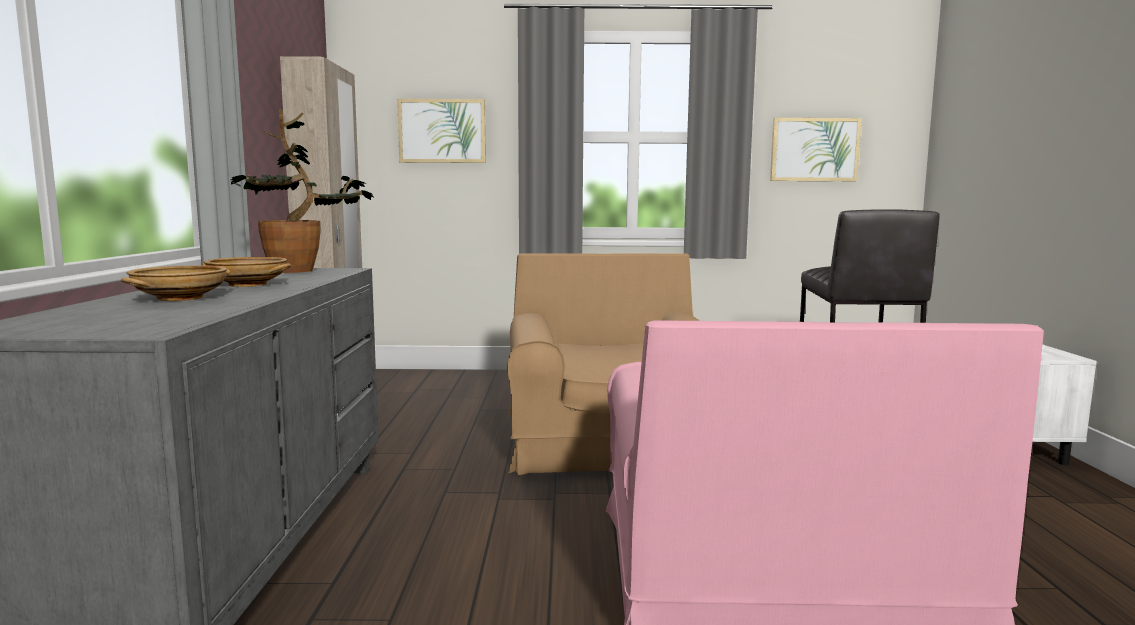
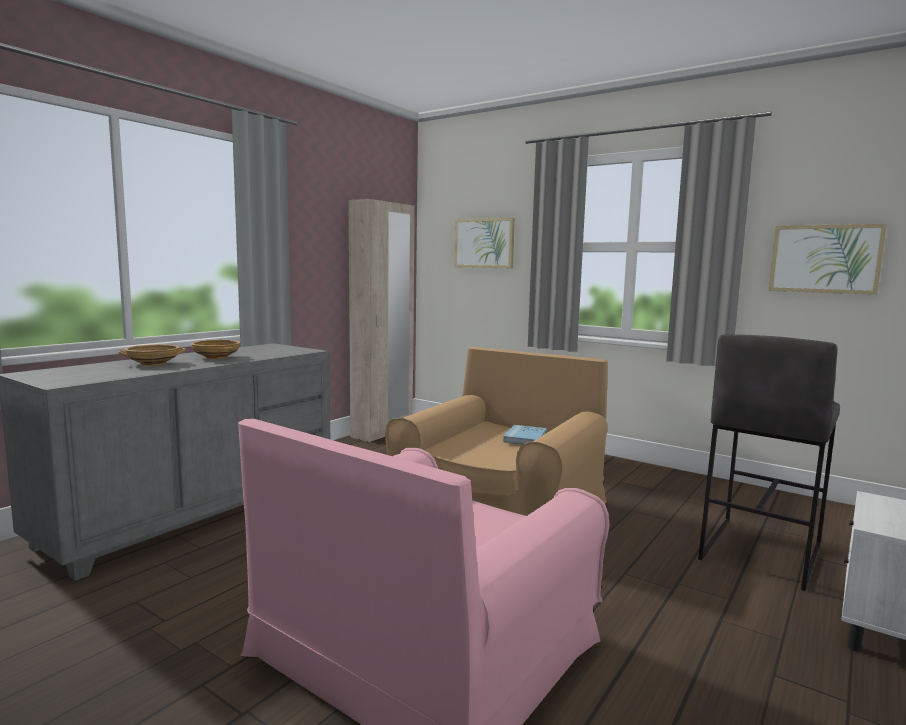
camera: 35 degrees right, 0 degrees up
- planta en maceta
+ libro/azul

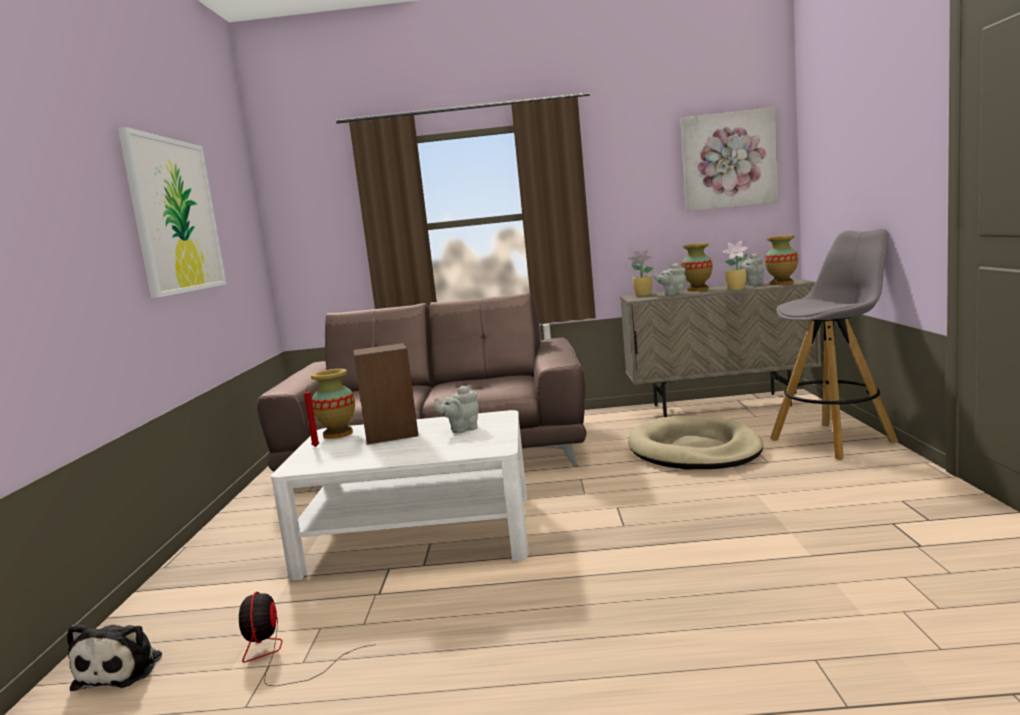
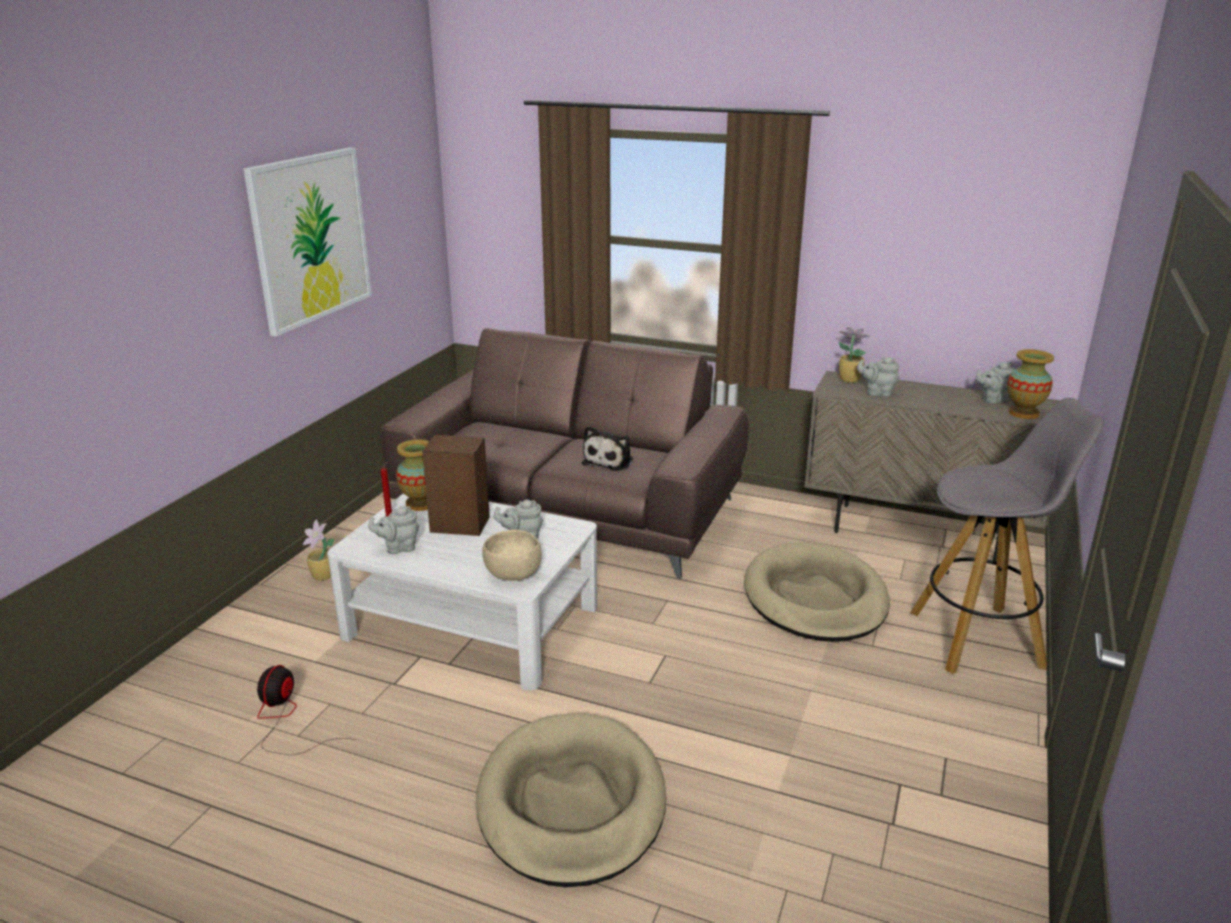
camera: 20 degrees right, 15 degrees up
- cuadro (2nd from left)
~ planta en maceta (2nd from left in the first image) to planta en maceta (1st from left)
- florero (2nd from left)
~ peluche
+ tetera/gris (1st from left)
+ cuenco/beis
+ cama para perro/beis (1st from left)

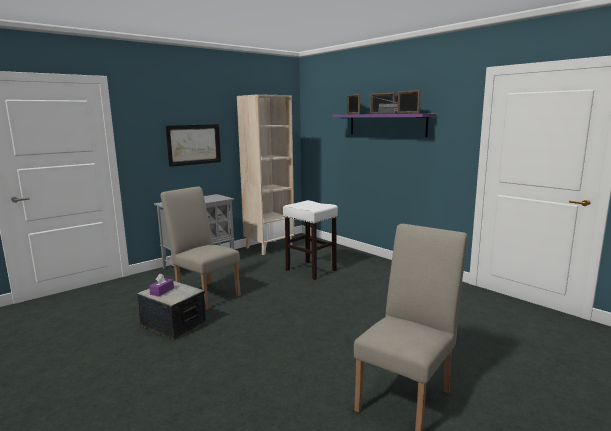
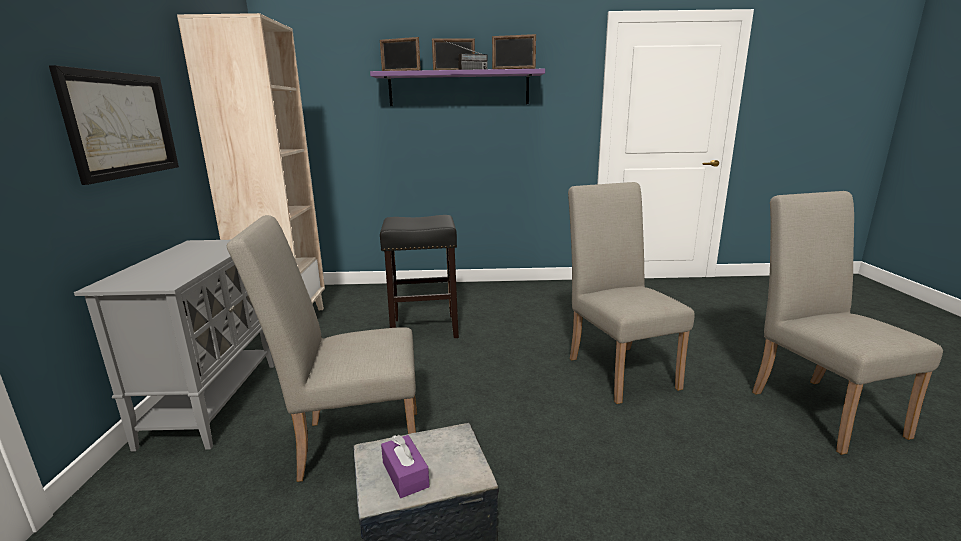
camera: 50 degrees left, 5 degrees up
~ taburete/blanco to taburete/negro
+ silla/beis (2nd from left)

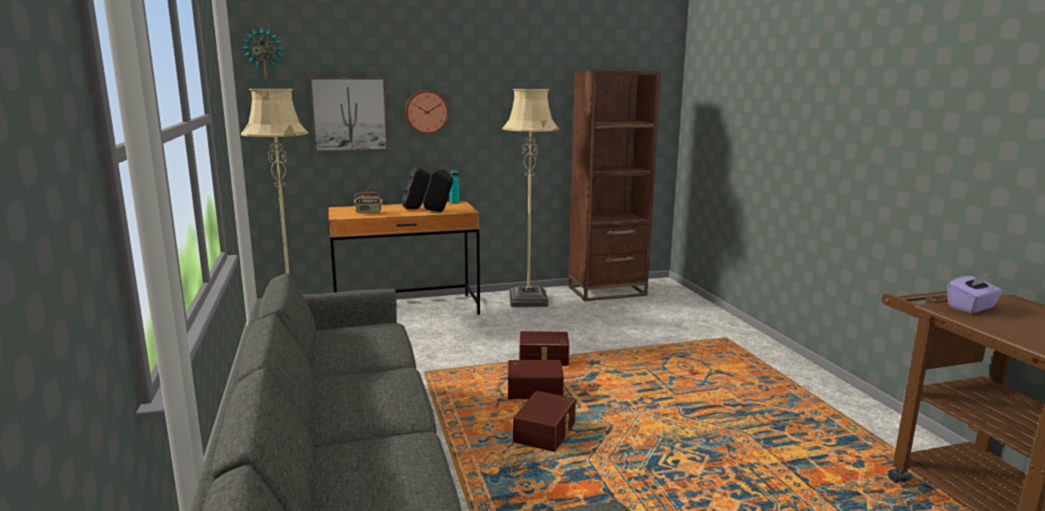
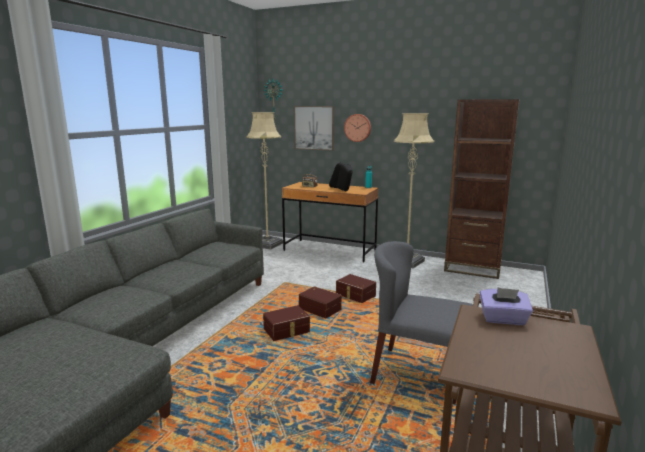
camera: 40 degrees right, 0 degrees up
+ silla/gris

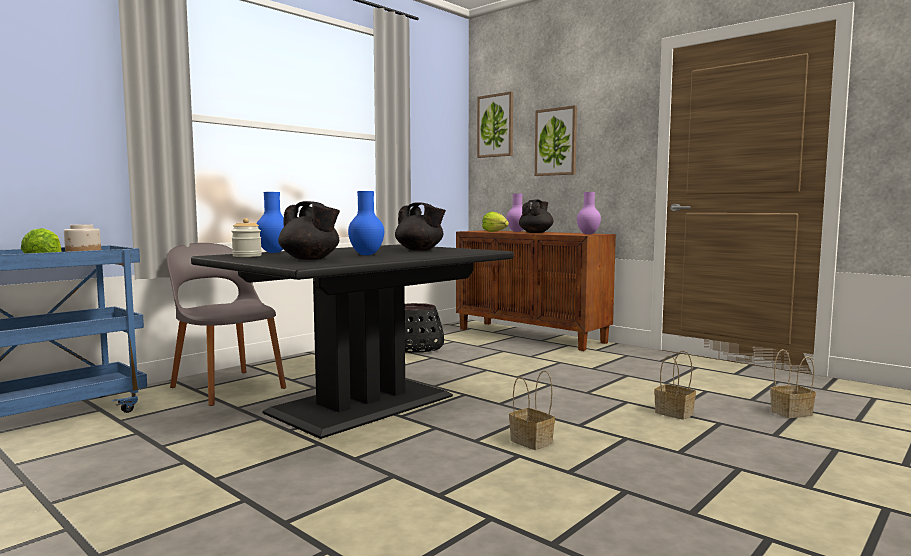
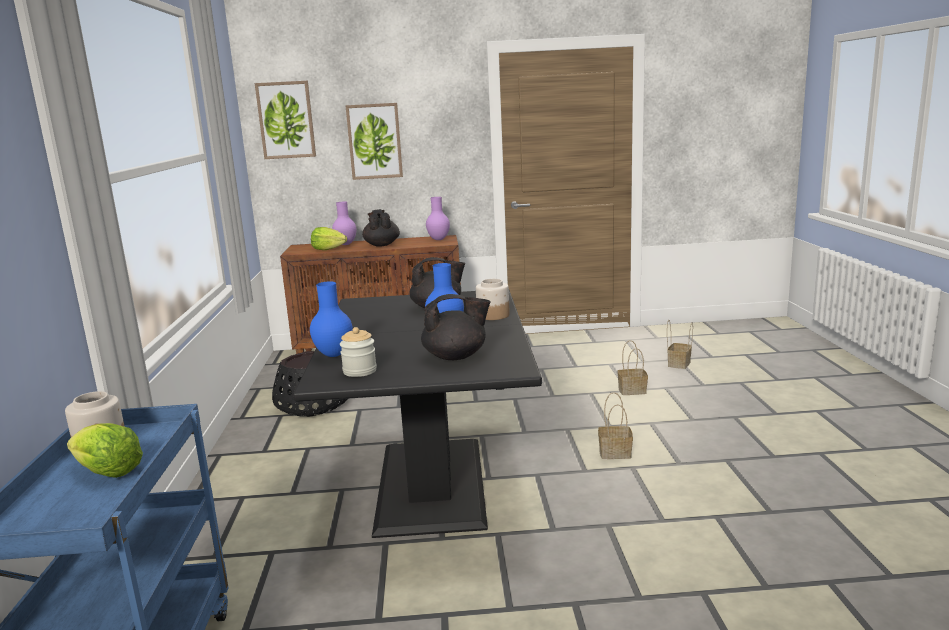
camera: 45 degrees left, 10 degrees up
- silla/gris
+ tarro (3rd from left)

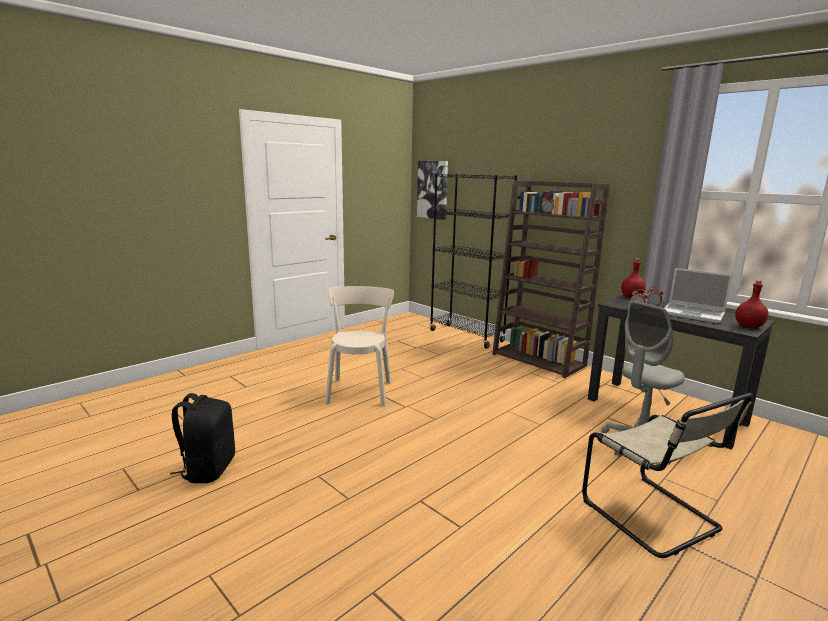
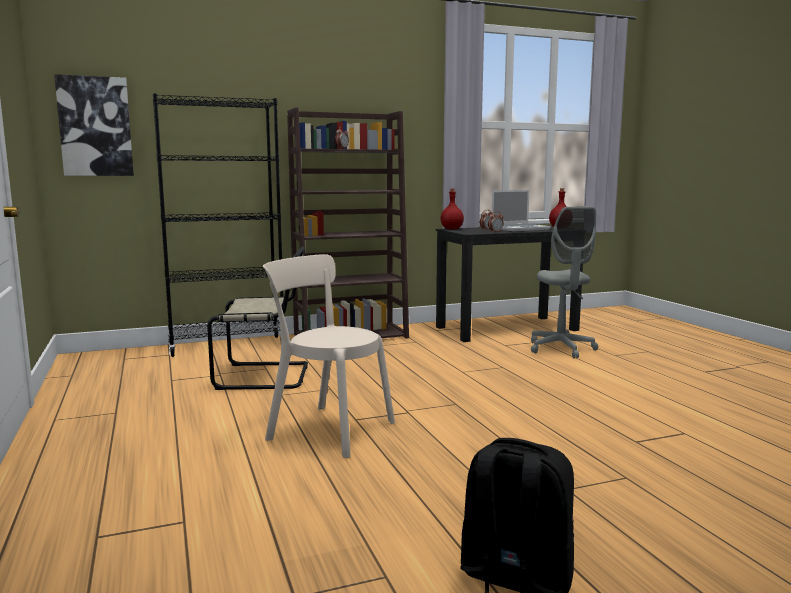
camera: 65 degrees left, 5 degrees down
~ silla/beis (2nd from left in the first image) to silla/beis (1st from left)

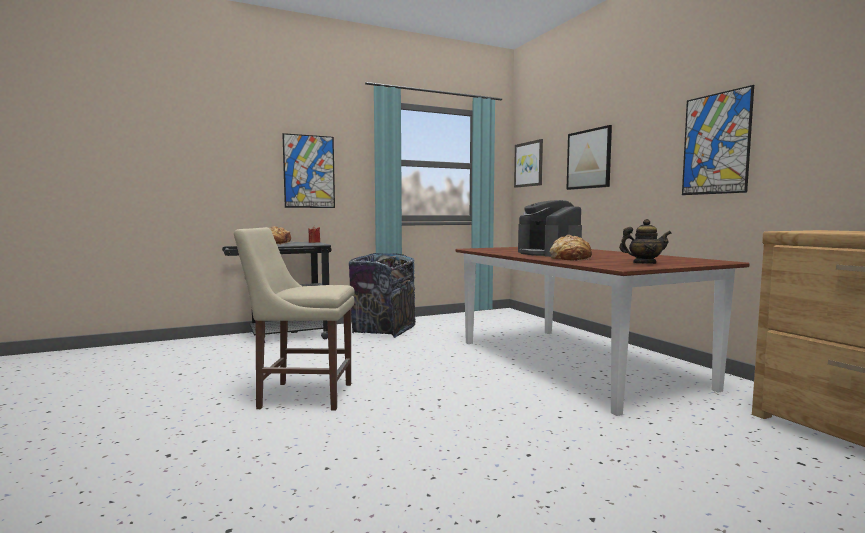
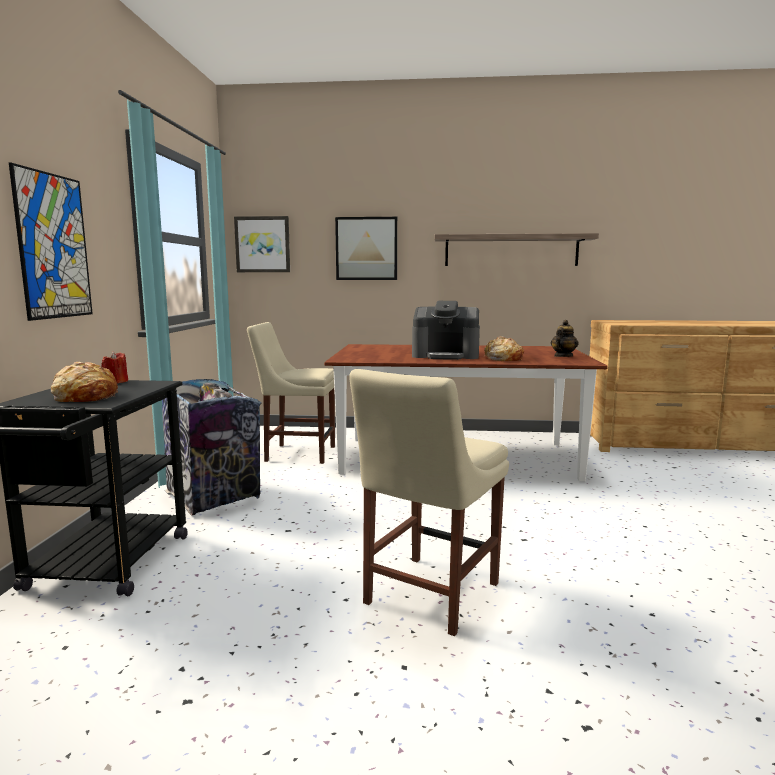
camera: 60 degrees left, 5 degrees up
~ cuadro (4th from left) to estante
+ silla/beis (1st from left)

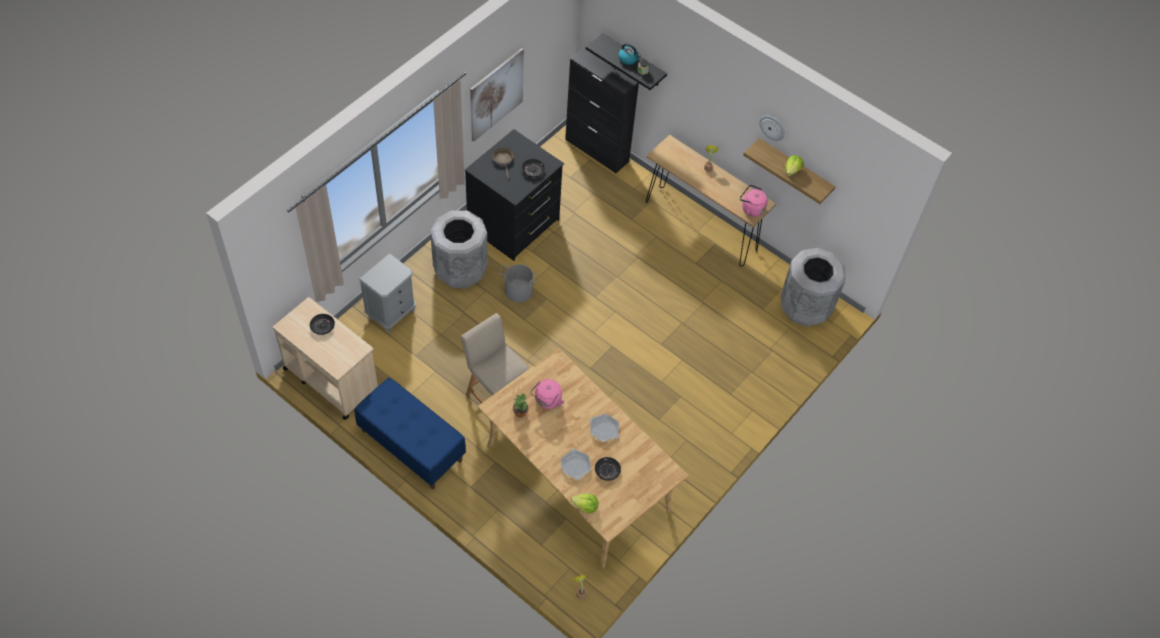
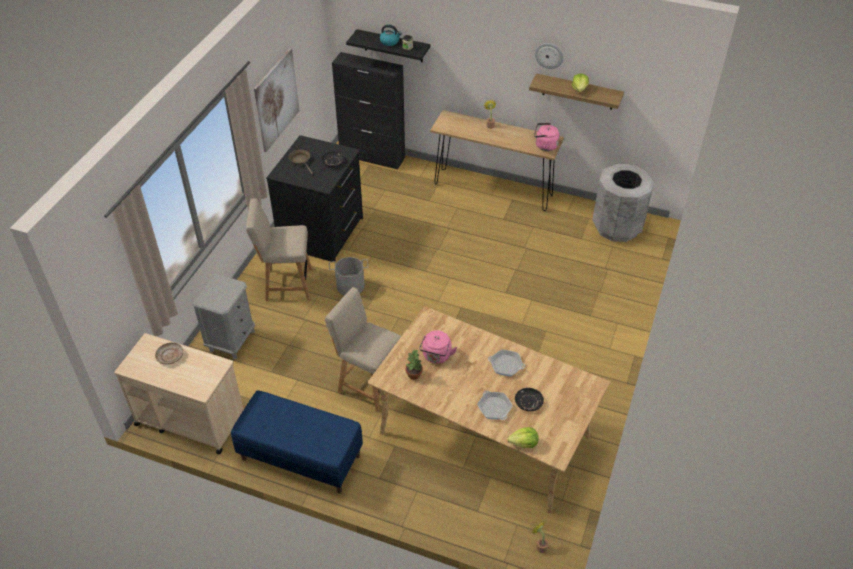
camera: 15 degrees left, 10 degrees down
~ papelera/gris (1st from left) to silla/beis (1st from left)
~ plato/negro (1st from left) to plato/beis

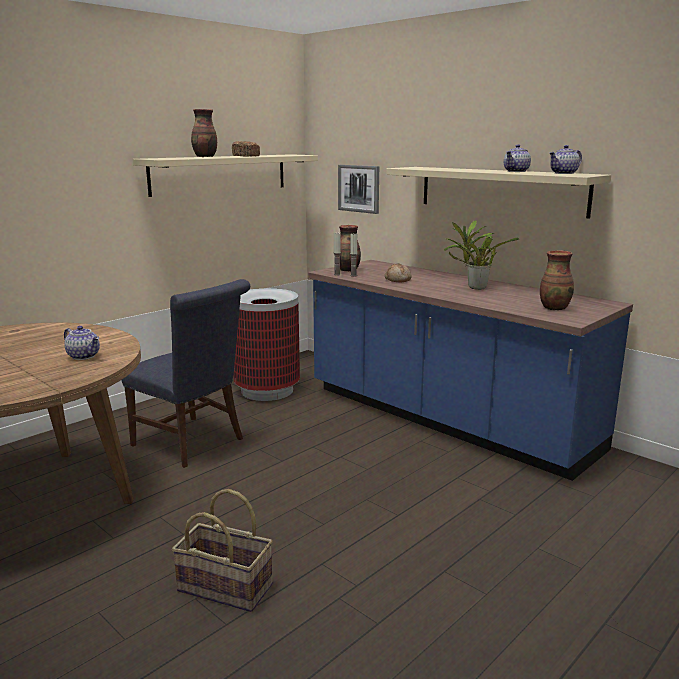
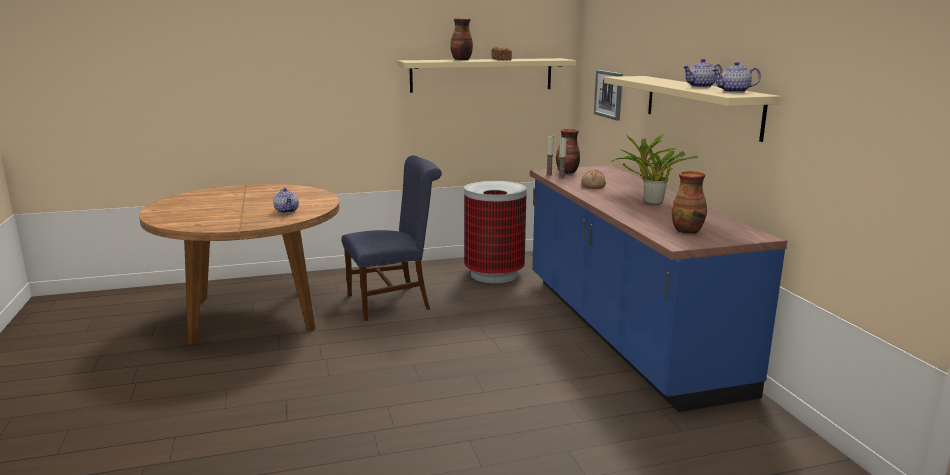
camera: 30 degrees right, 0 degrees up
~ silla/azul 90 degrees counterclockwise
- cesta

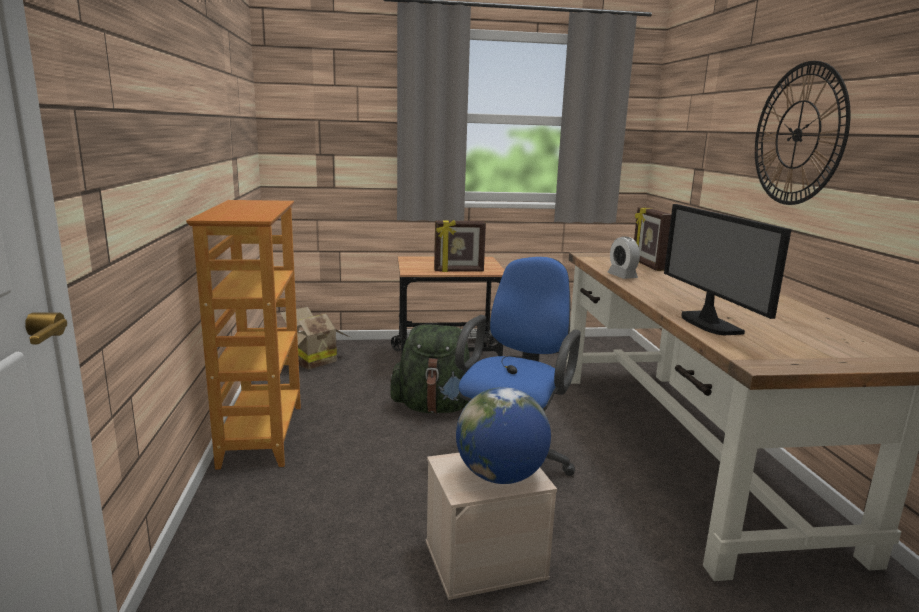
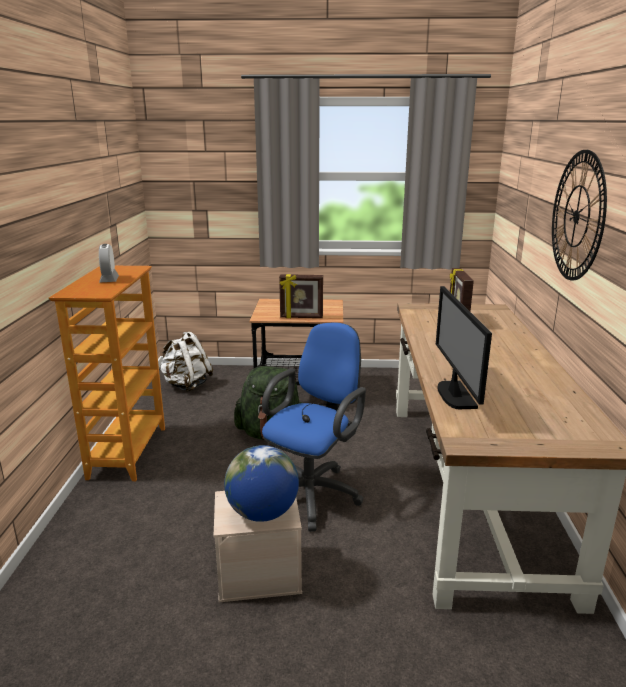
camera: 10 degrees right, 5 degrees up
~ despertador
~ caja de cartón to mochila/blanco

